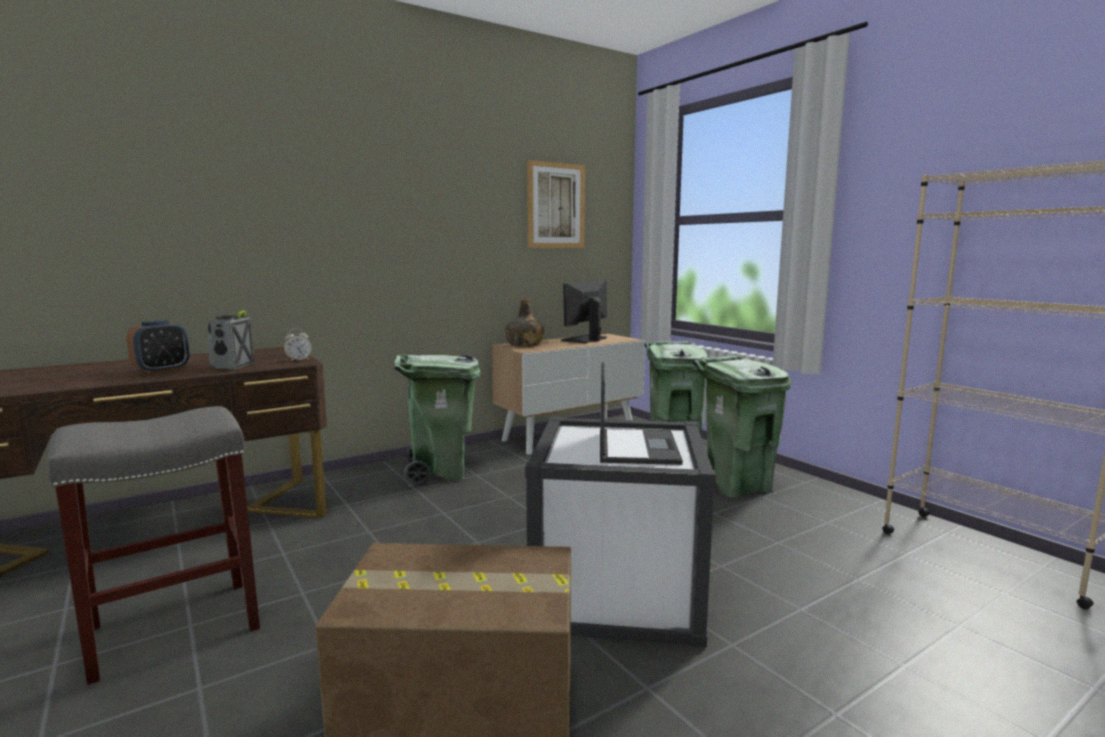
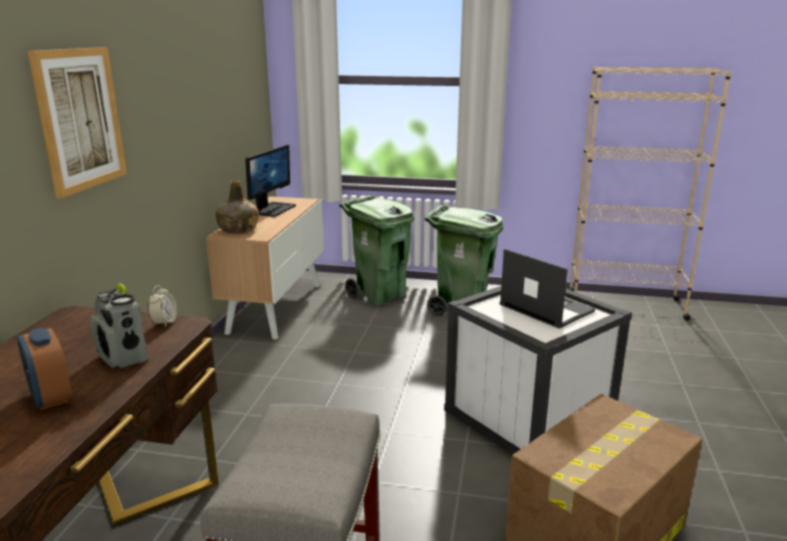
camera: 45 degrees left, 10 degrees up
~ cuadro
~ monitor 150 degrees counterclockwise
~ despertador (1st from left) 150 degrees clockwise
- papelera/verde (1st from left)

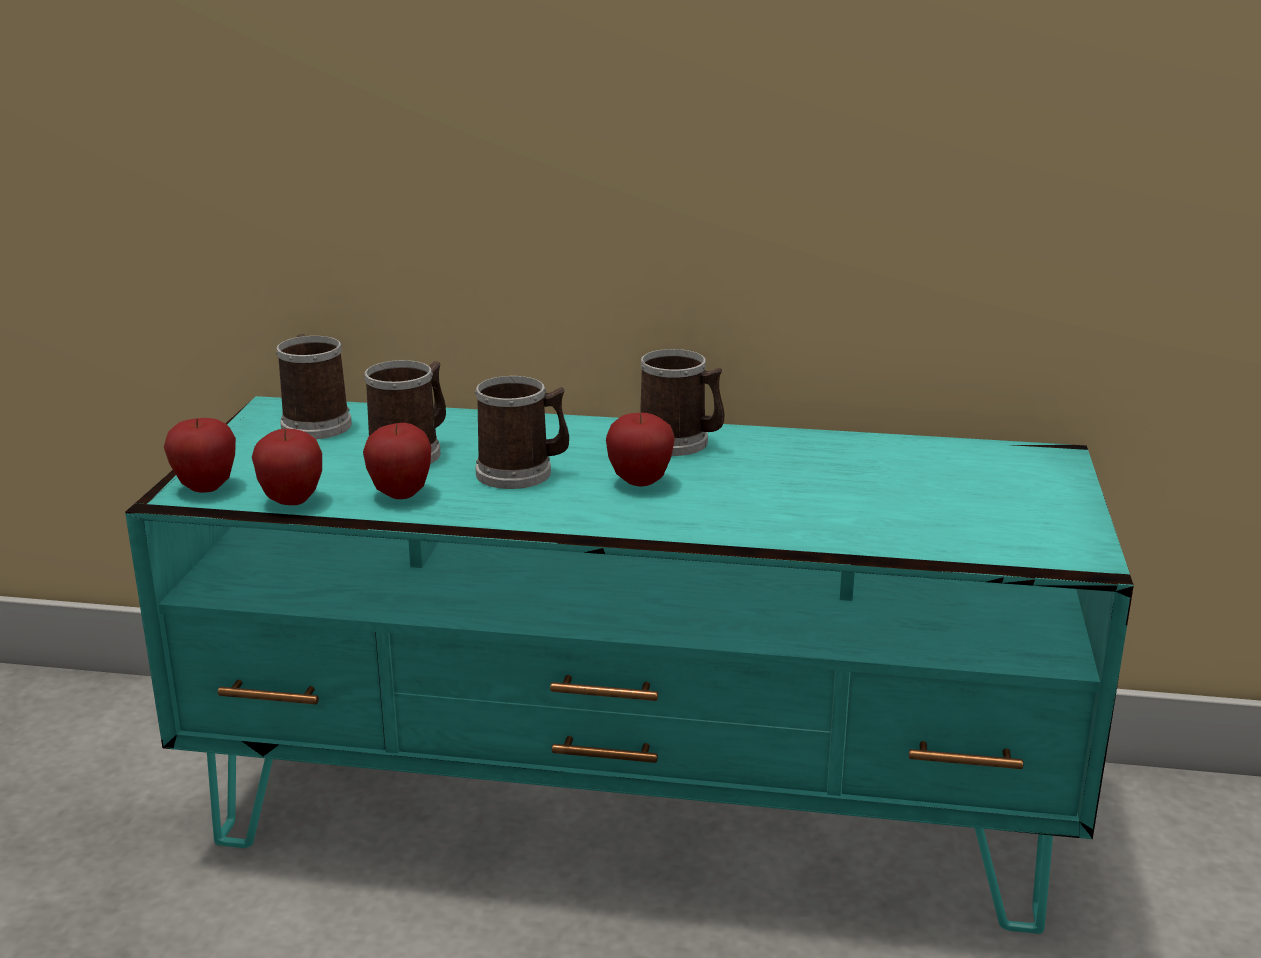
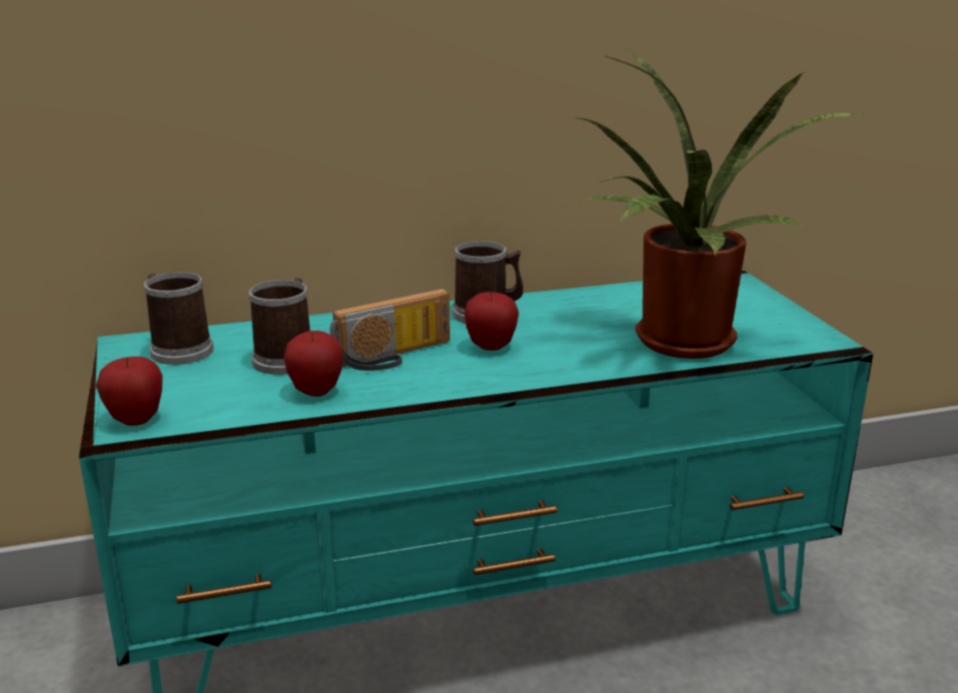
camera: 25 degrees left, 0 degrees up
~ taza grande (3rd from left) to radio
- manzana (2nd from left)
+ planta en maceta

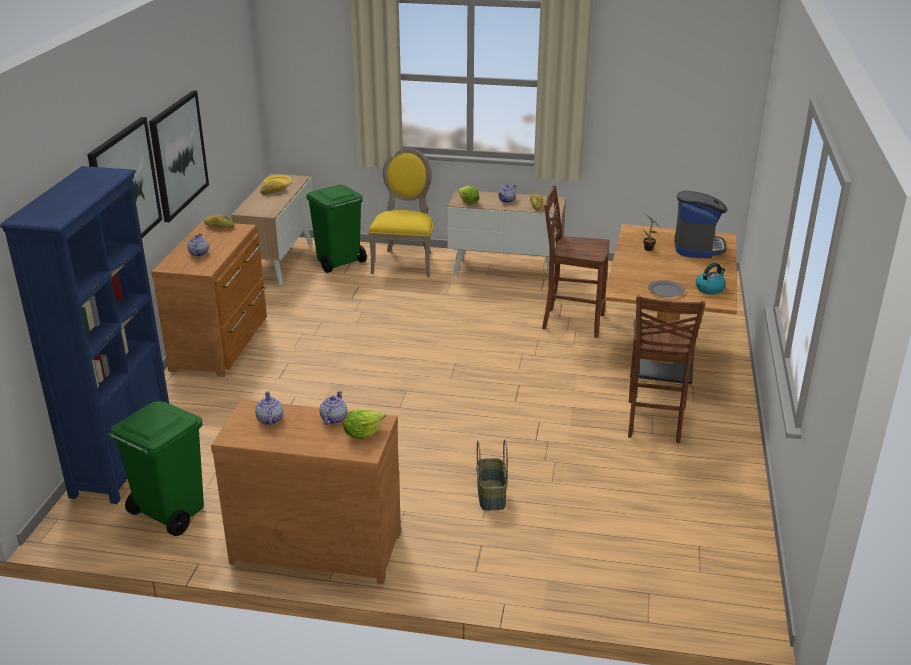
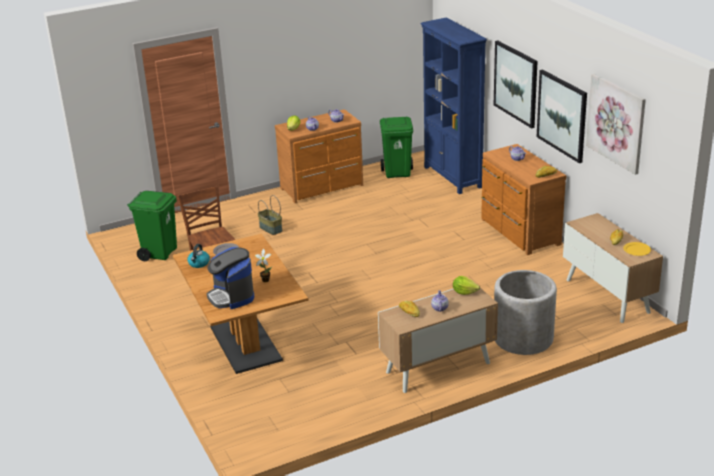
camera: 145 degrees right, 0 degrees up
~ silla/amarillo to maceta/gris
~ papelera/verde (2nd from left in the first image) to papelera/verde (1st from left)
- silla/marrón (1st from left)
+ cuadro (3rd from left)

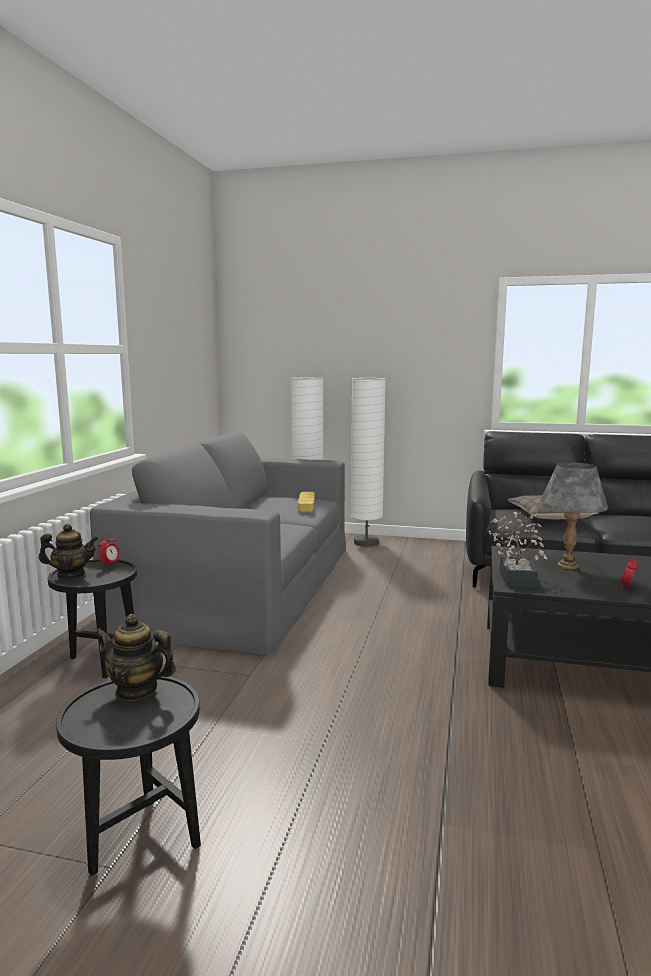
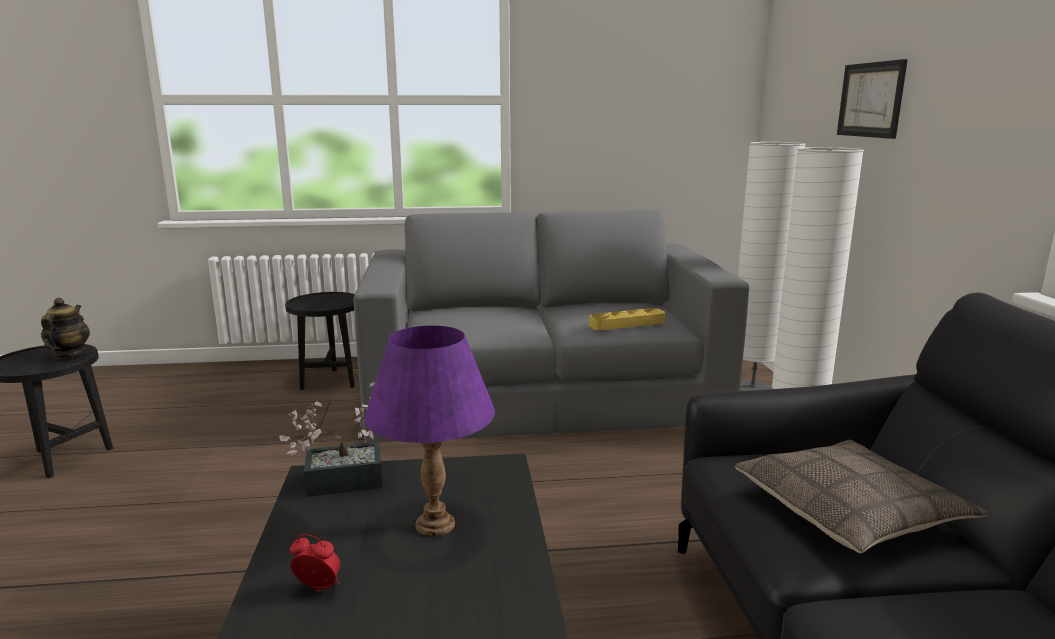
camera: 70 degrees right, 5 degrees up
~ lámpara de mesa/gris to lámpara de mesa/morado
- tetera (1st from left)
- despertador (1st from left)
+ cuadro

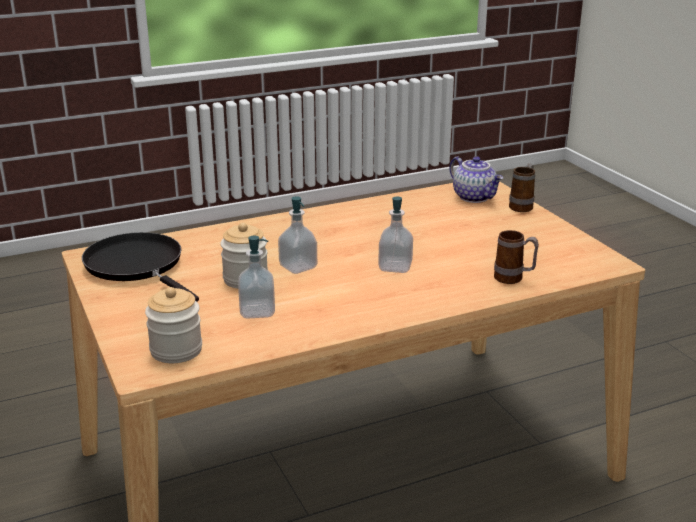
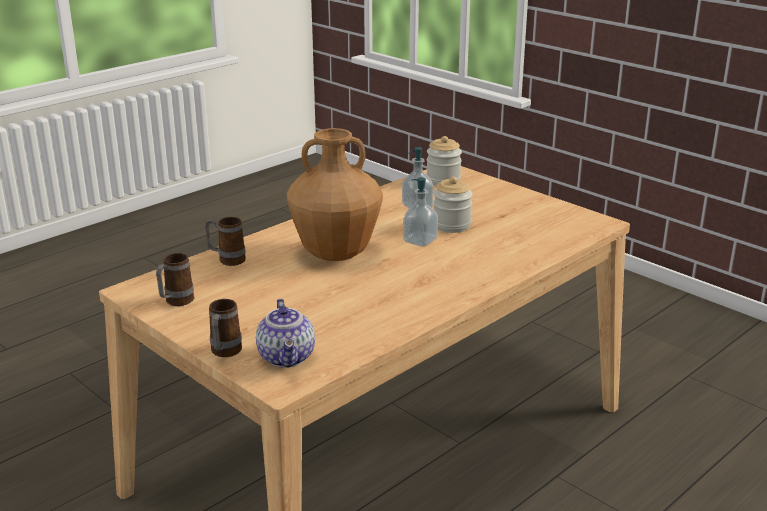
camera: 160 degrees right, 0 degrees up
~ tetera 135 degrees counterclockwise
~ dispensador de jabón (3rd from left) to florero/marrón
- sartén/negro
+ taza grande (1st from left)

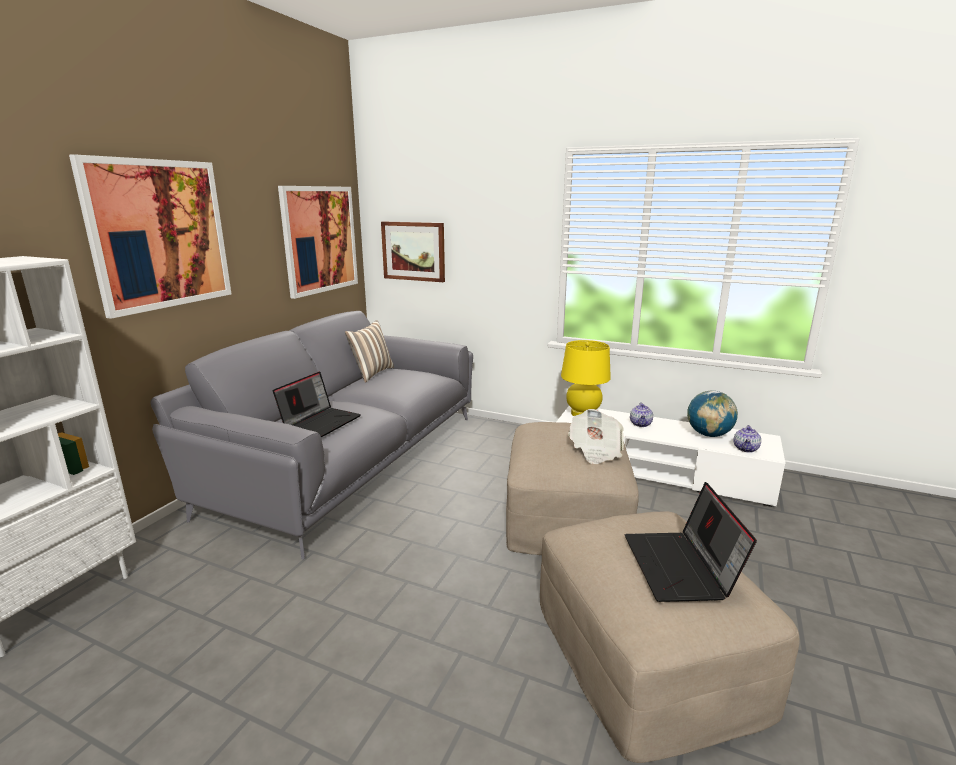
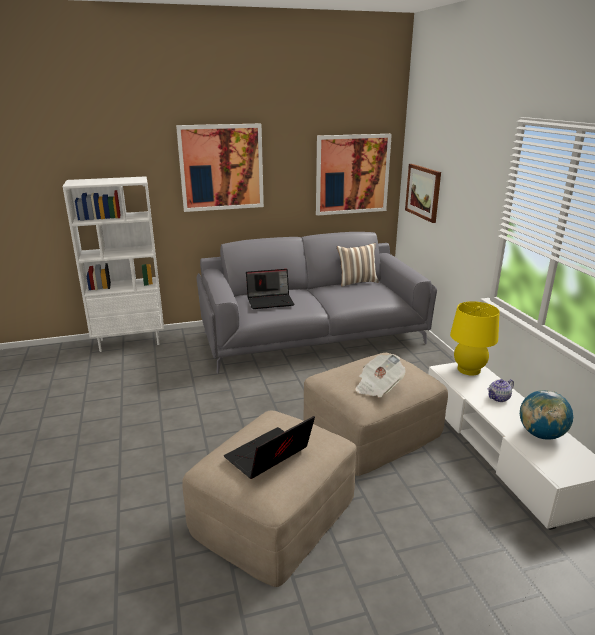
camera: 50 degrees right, 5 degrees up
- tetera (2nd from left)

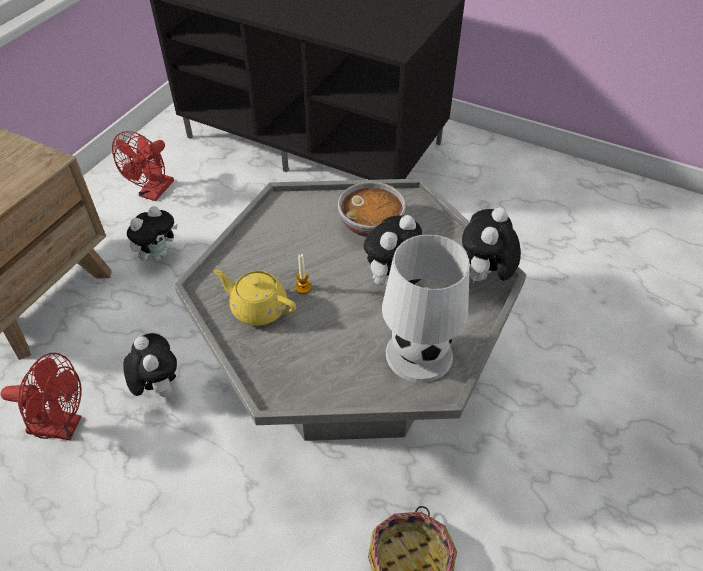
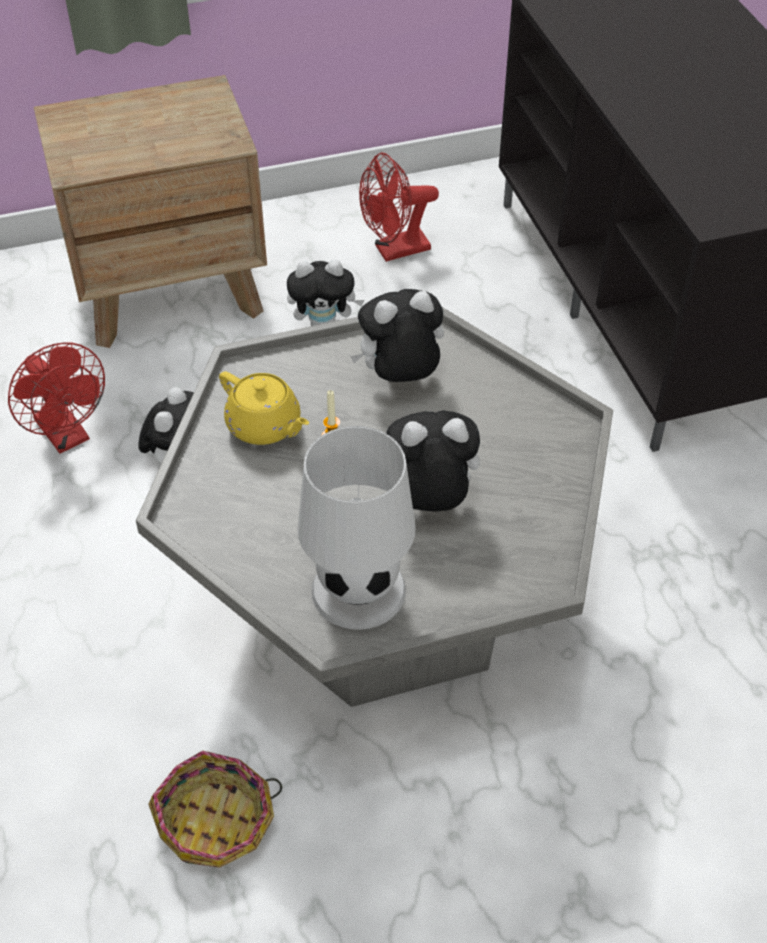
camera: 45 degrees right, 0 degrees up
- cuenco
~ peluche (4th from left in the first image) to peluche (3rd from left)
~ tetera/amarillo 150 degrees clockwise

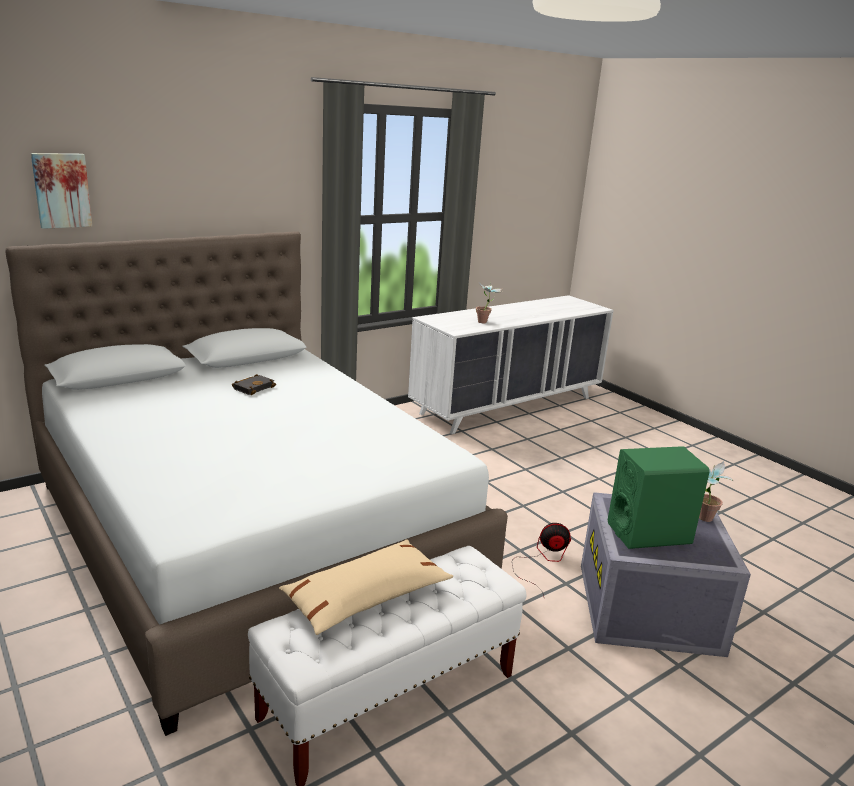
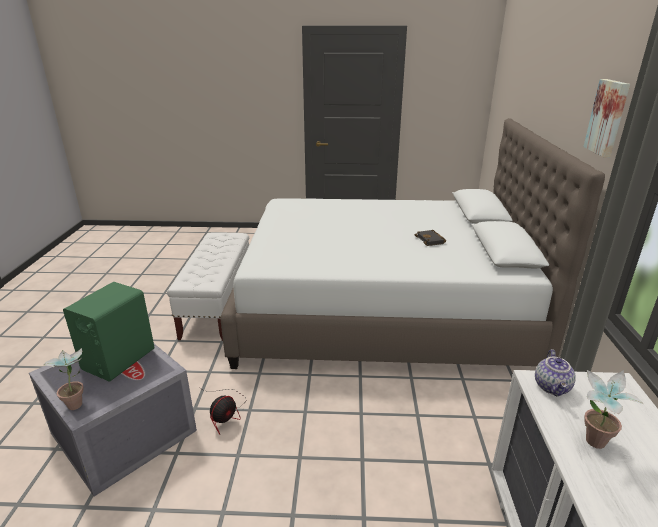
camera: 130 degrees right, 5 degrees up
~ cuadro
- cojín/beis
+ tetera

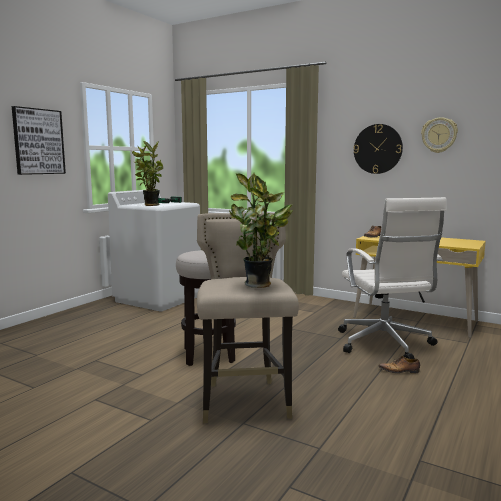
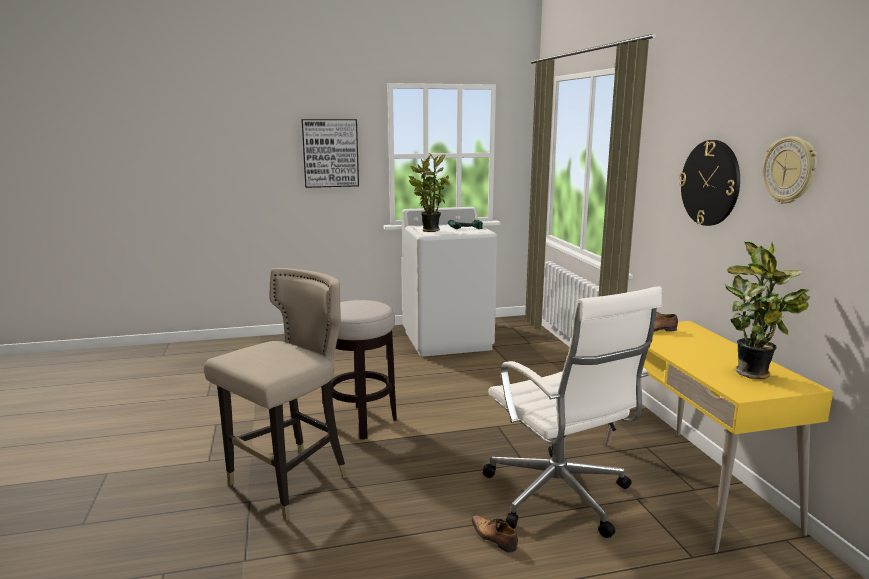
camera: 45 degrees right, 5 degrees up
~ planta en maceta (2nd from left)
~ silla de oficina/blanco 60 degrees counterclockwise

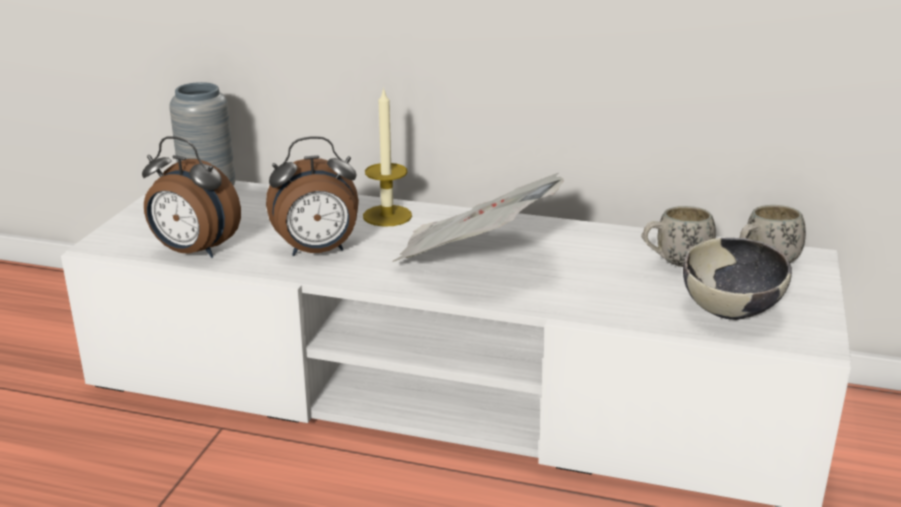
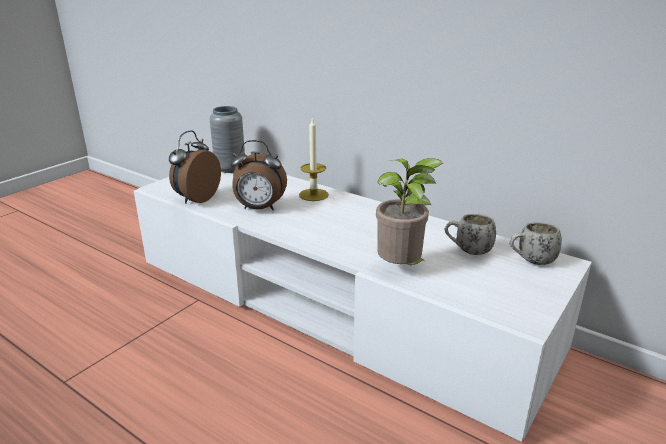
camera: 20 degrees right, 0 degrees up
~ despertador (1st from left) 75 degrees clockwise
- periódico
- cuenco
+ planta en maceta

